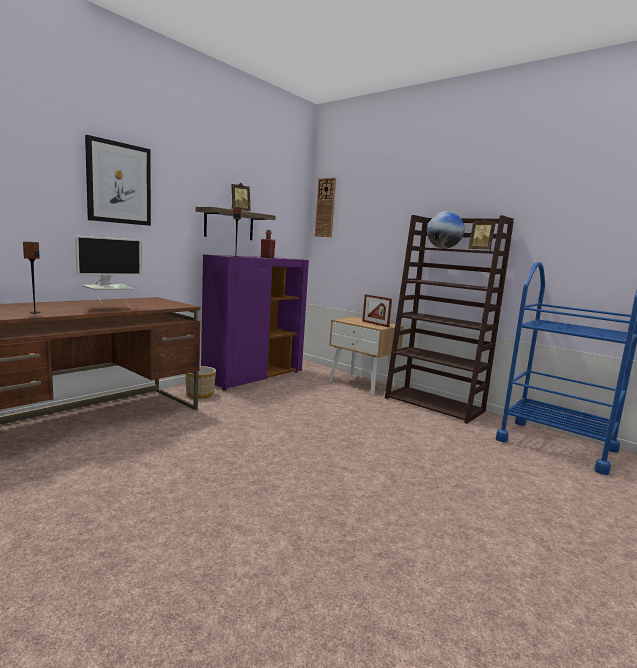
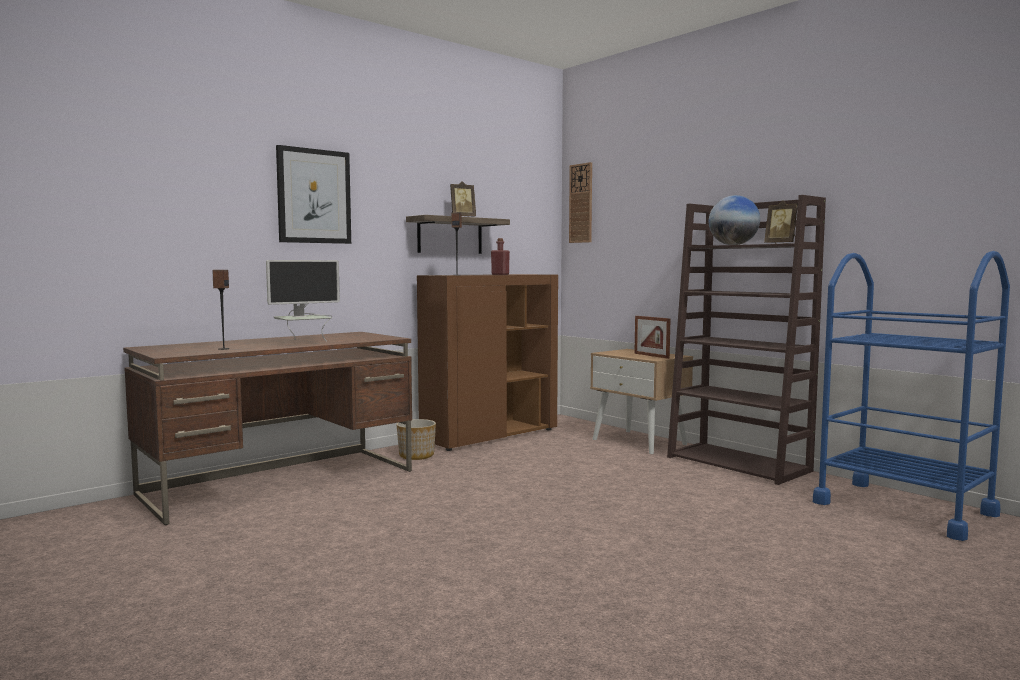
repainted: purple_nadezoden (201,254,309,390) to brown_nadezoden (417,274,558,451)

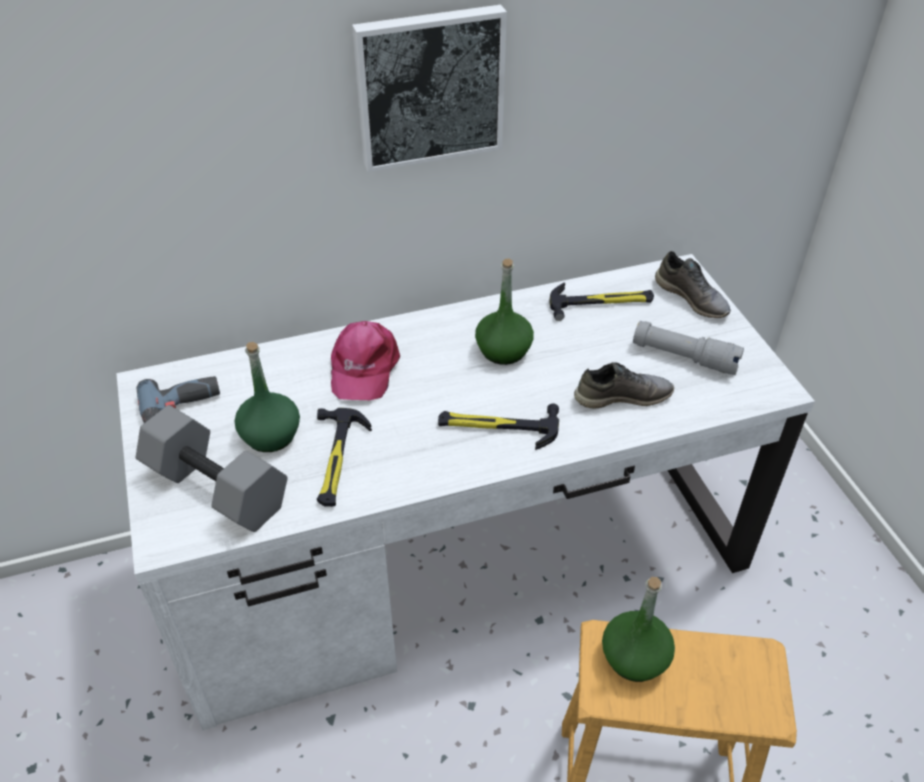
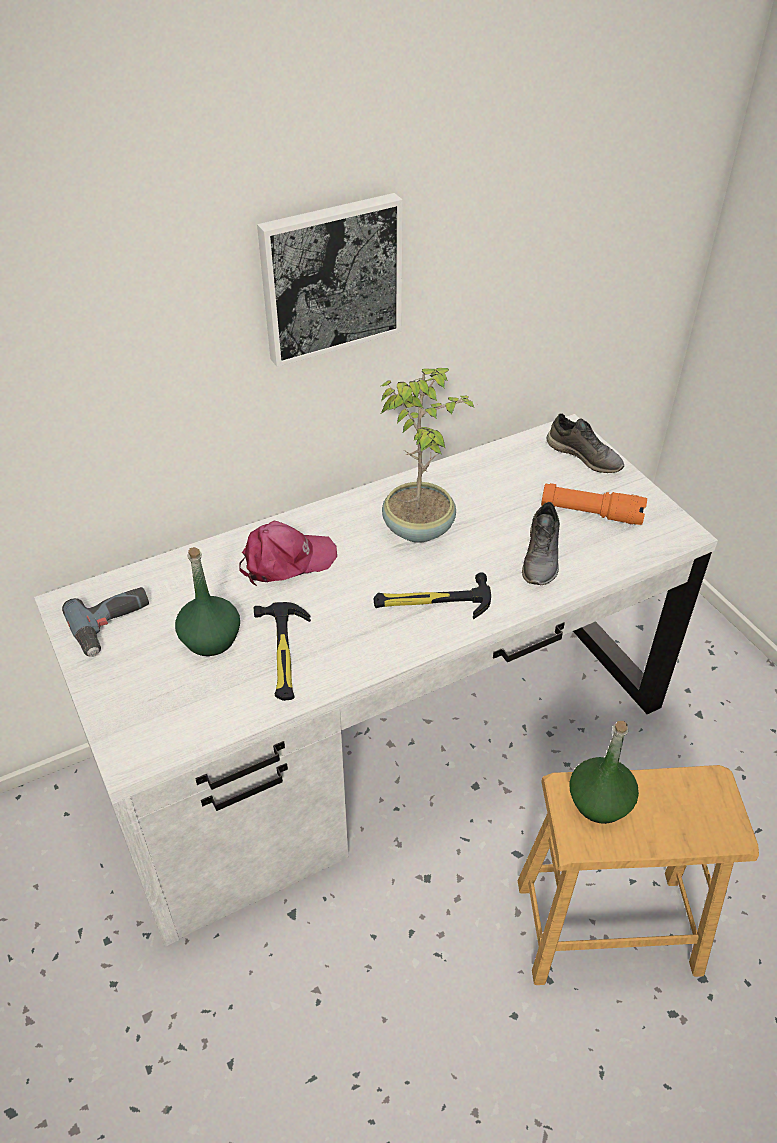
gone: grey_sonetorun (136,405,288,532); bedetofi (549,282,654,321)
swapped: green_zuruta (475,258,534,365) to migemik (380,368,474,543)
repainted: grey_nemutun (633,321,744,375) to orange_nemutun (541,483,647,525)
rotated: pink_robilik (331,321,400,400) = (239,521,337,586) 105 degrees counterclockwise; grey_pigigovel (574,362,674,408) = (522,502,560,585) 120 degrees clockwise

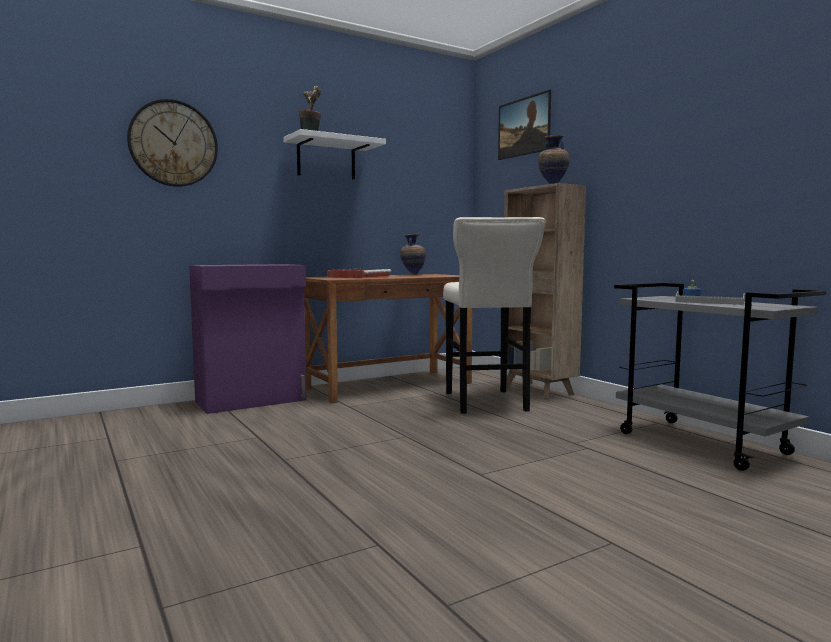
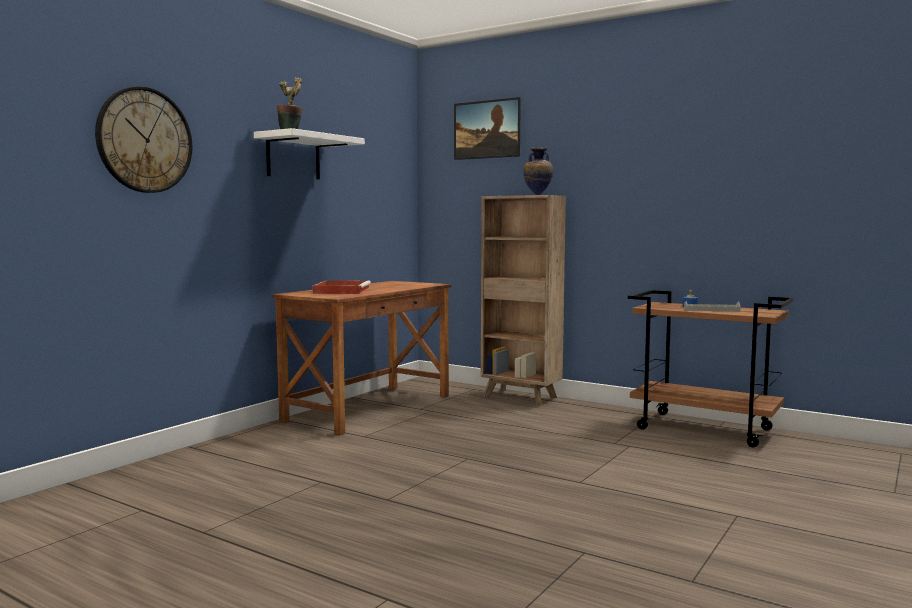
gone: purple_nadezoden (189,264,307,414); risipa (400,234,426,275); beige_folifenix (443,217,545,414)
repainted: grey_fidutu (614,283,827,471) to brown_fidutu (628,290,794,448)

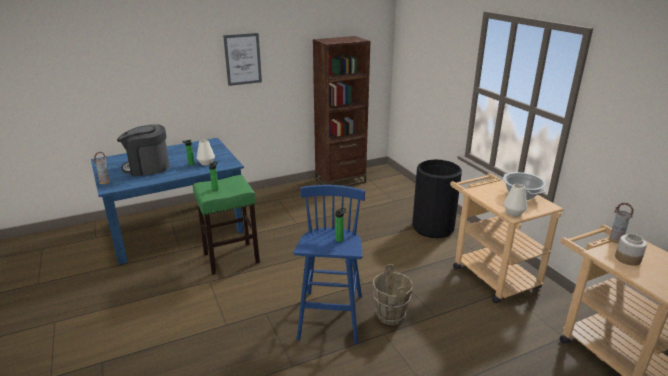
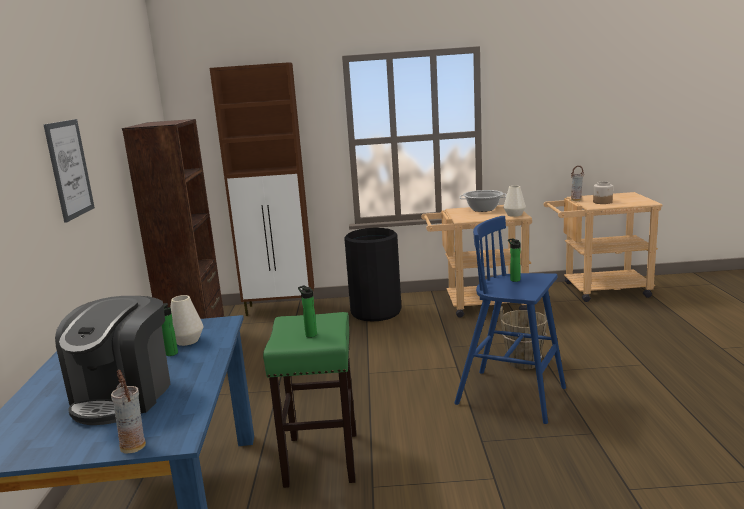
new: brown_nadezoden (210,62,314,316)

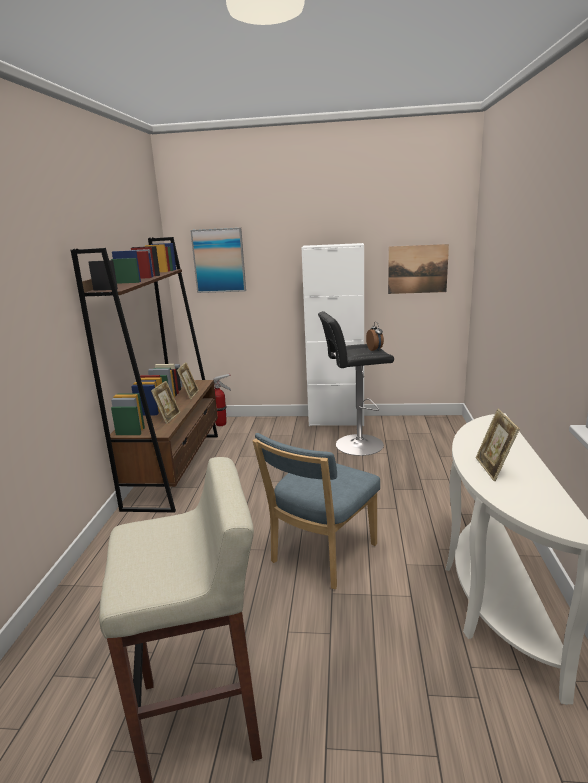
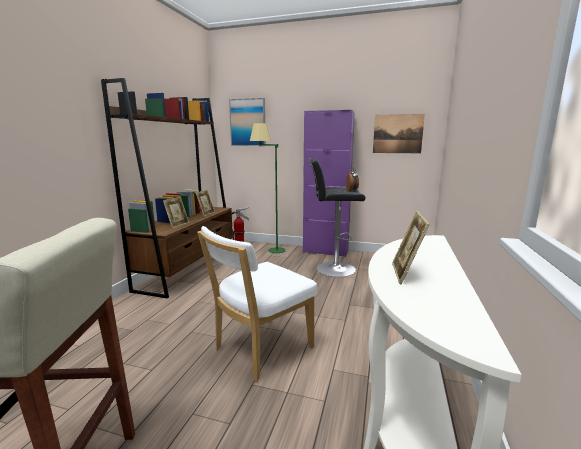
new: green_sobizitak (250,123,286,253)
repainted: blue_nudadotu (252,433,380,589) to white_nudadotu (197,226,317,381); white_nadezoden (302,243,364,426) to purple_nadezoden (303,110,355,257)

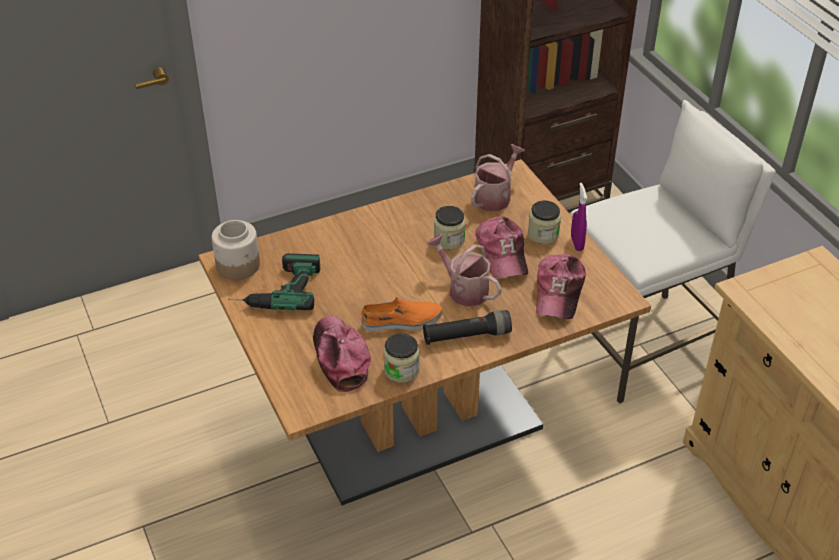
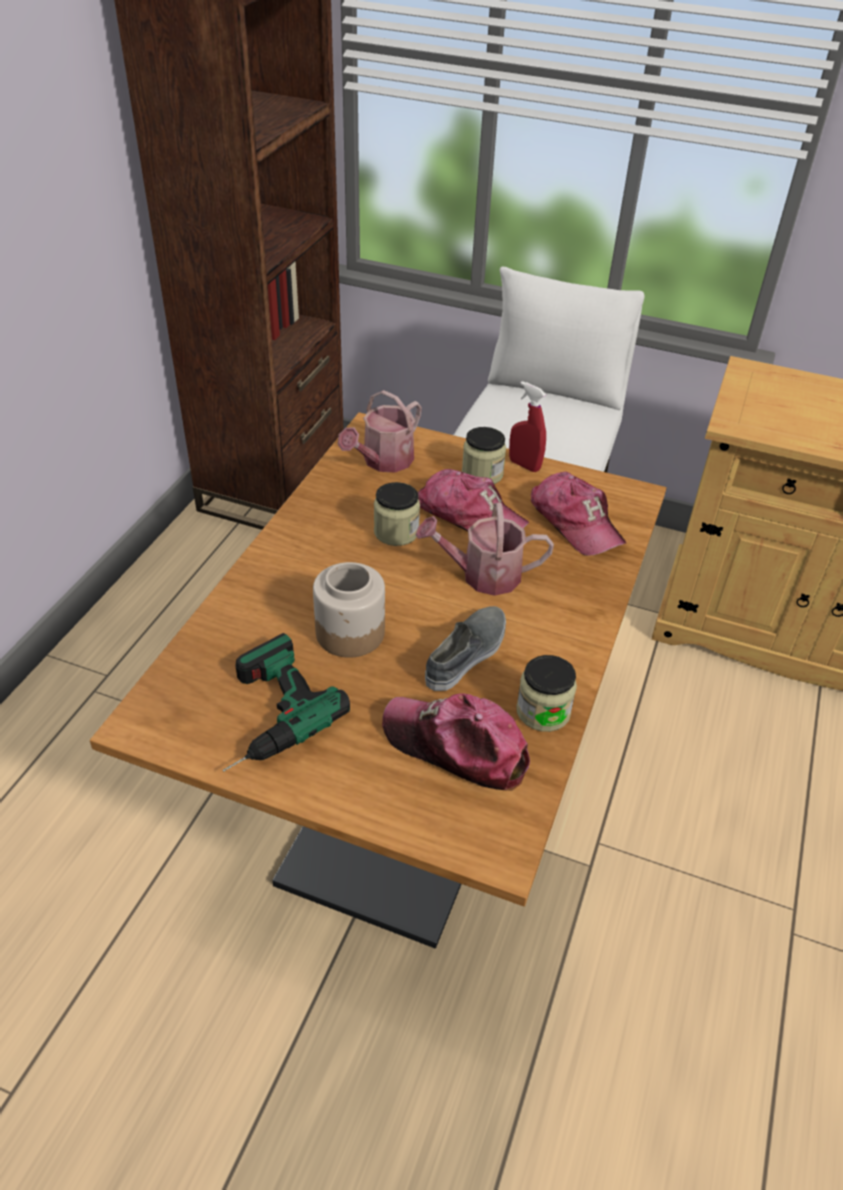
gone: black_nemutun (423,310,512,345)
shifted: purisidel (212,220,260,280) to (313,562,385,658)
repainted: orange_pigigovel (361,297,442,331) to grey_pigigovel (425,606,506,691); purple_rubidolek (571,183,587,251) to red_rubidolek (509,381,546,472)
rotated: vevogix (471,144,525,211) = (338,390,422,472) 135 degrees counterclockwise

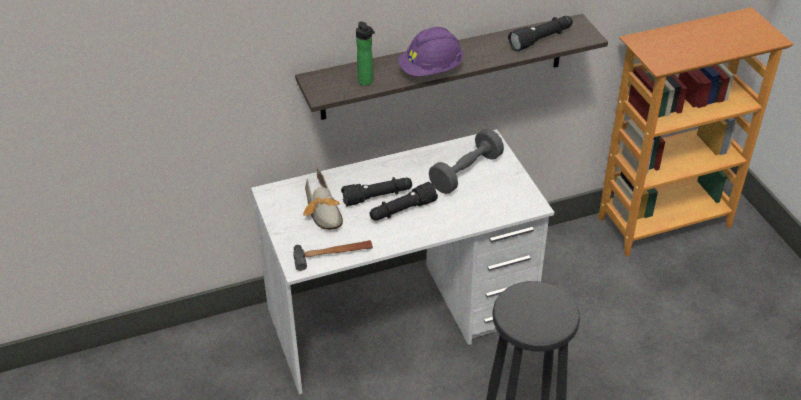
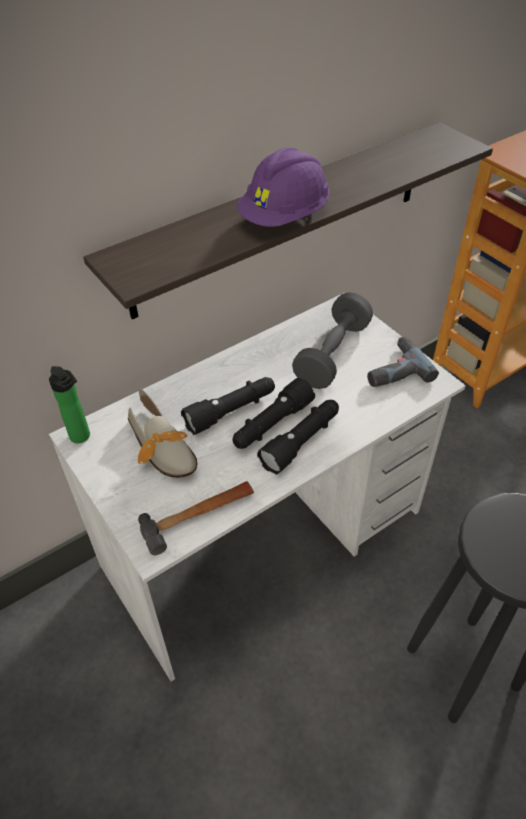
new: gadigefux (367,336,439,387)
shifted: zuruta (356,21,375,86) to (49,366,90,443); black_nemutun (508,16,573,51) to (257,400,339,475)

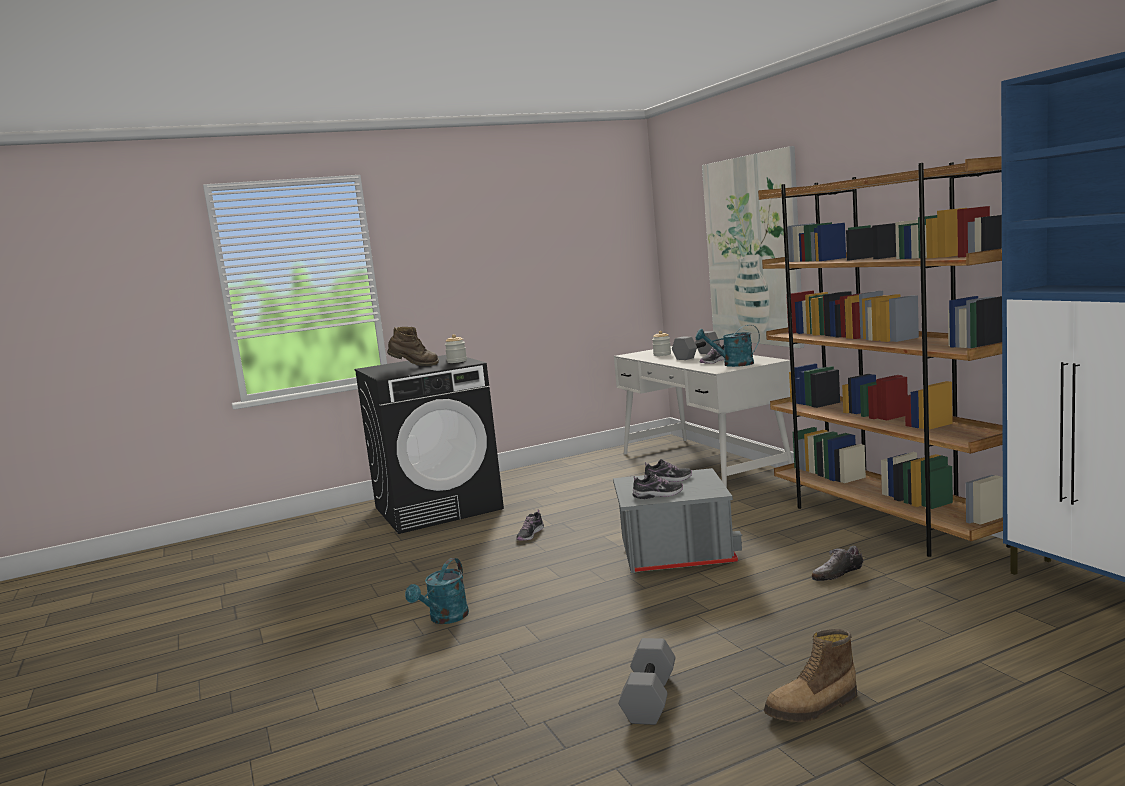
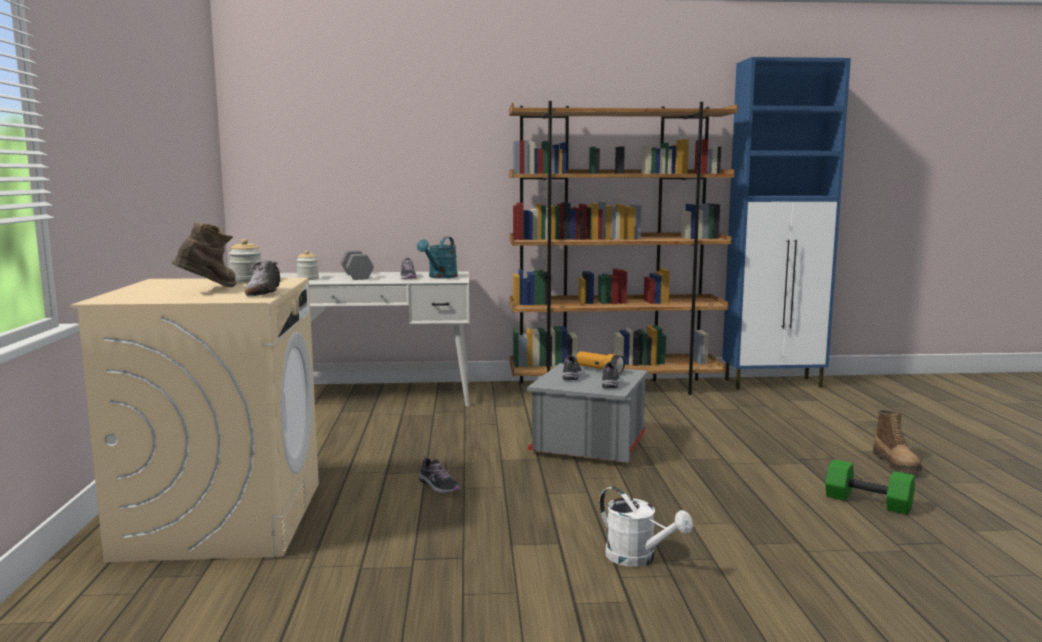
gone: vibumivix (702,146,804,348)
new: nemutun (576,351,625,374)
shifted: pigigovel (812,546,863,581) to (245,260,280,296)
repainted: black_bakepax (355,355,504,534) to beige_bakepax (70,278,319,562); turquoise_vevogix (405,558,469,624) to white_vevogix (599,486,693,567); grey_sonetorun (618,638,676,725) to green_sonetorun (825,459,915,515)

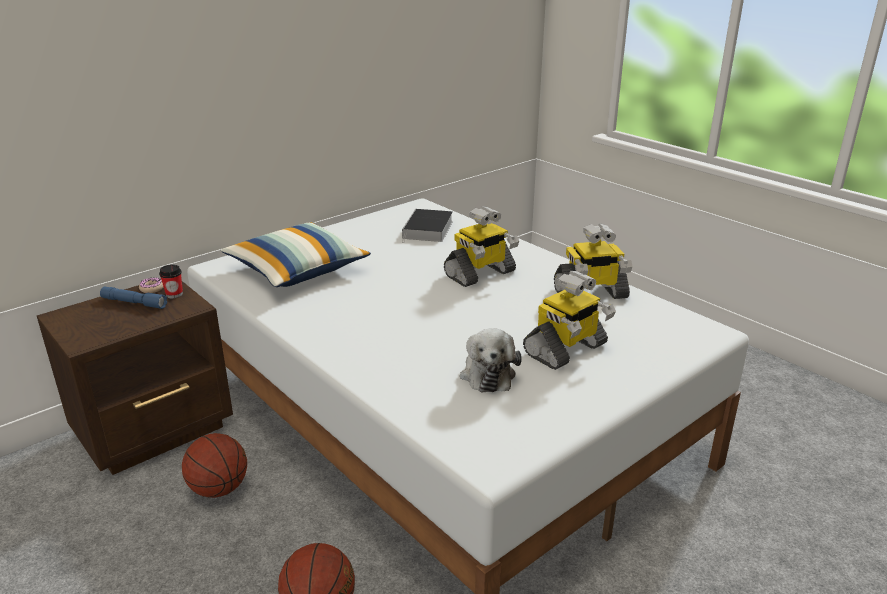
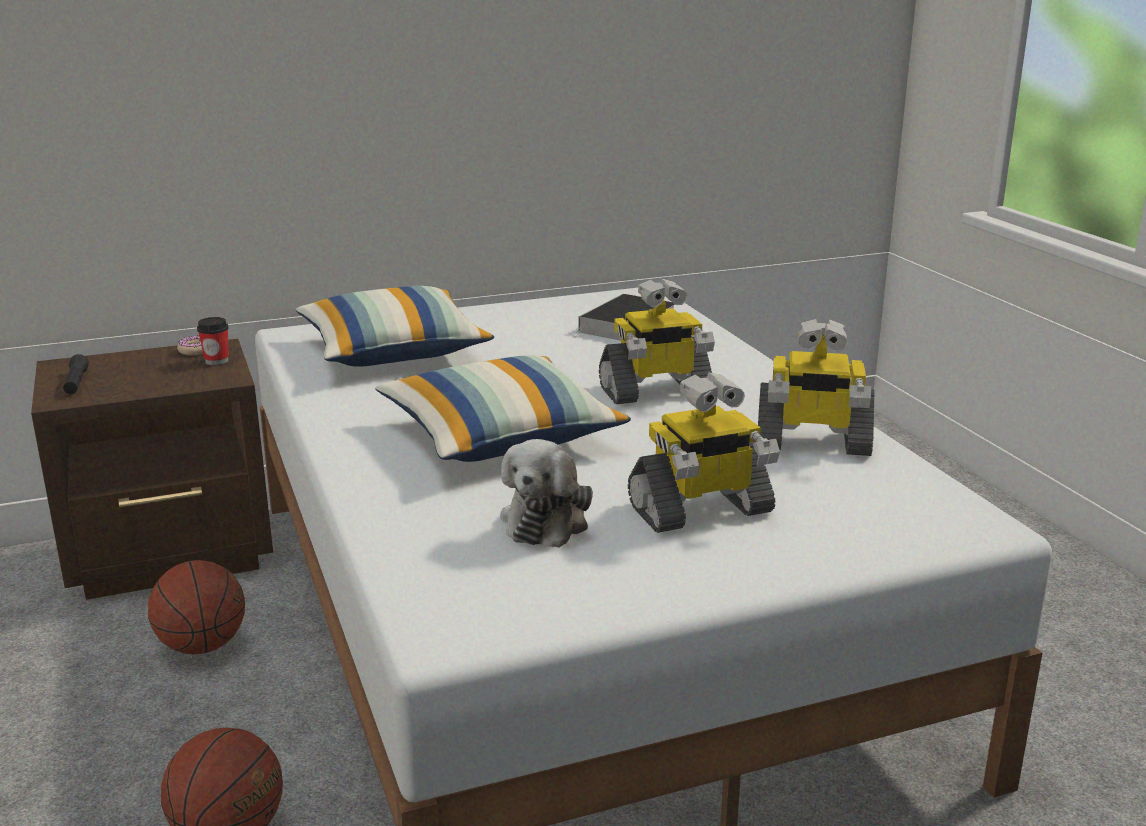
gone: blue_nemutun (100,287,167,309)
new: black_nemutun (63,354,89,394); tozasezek (375,355,631,462)

